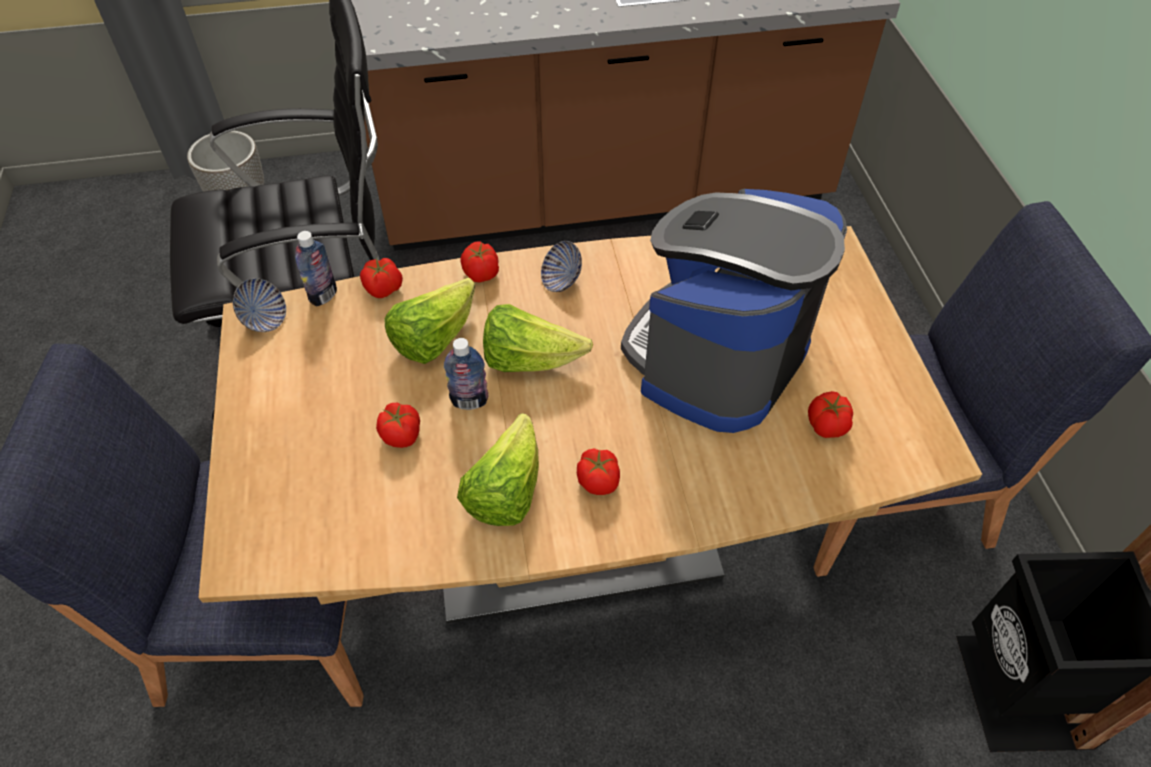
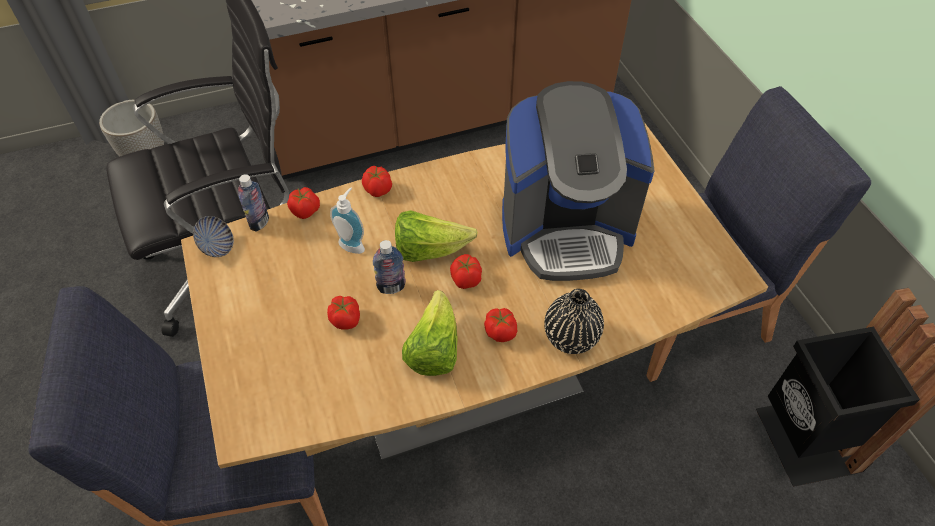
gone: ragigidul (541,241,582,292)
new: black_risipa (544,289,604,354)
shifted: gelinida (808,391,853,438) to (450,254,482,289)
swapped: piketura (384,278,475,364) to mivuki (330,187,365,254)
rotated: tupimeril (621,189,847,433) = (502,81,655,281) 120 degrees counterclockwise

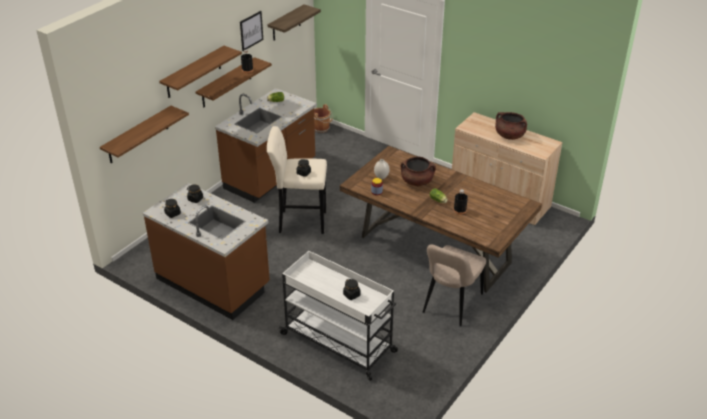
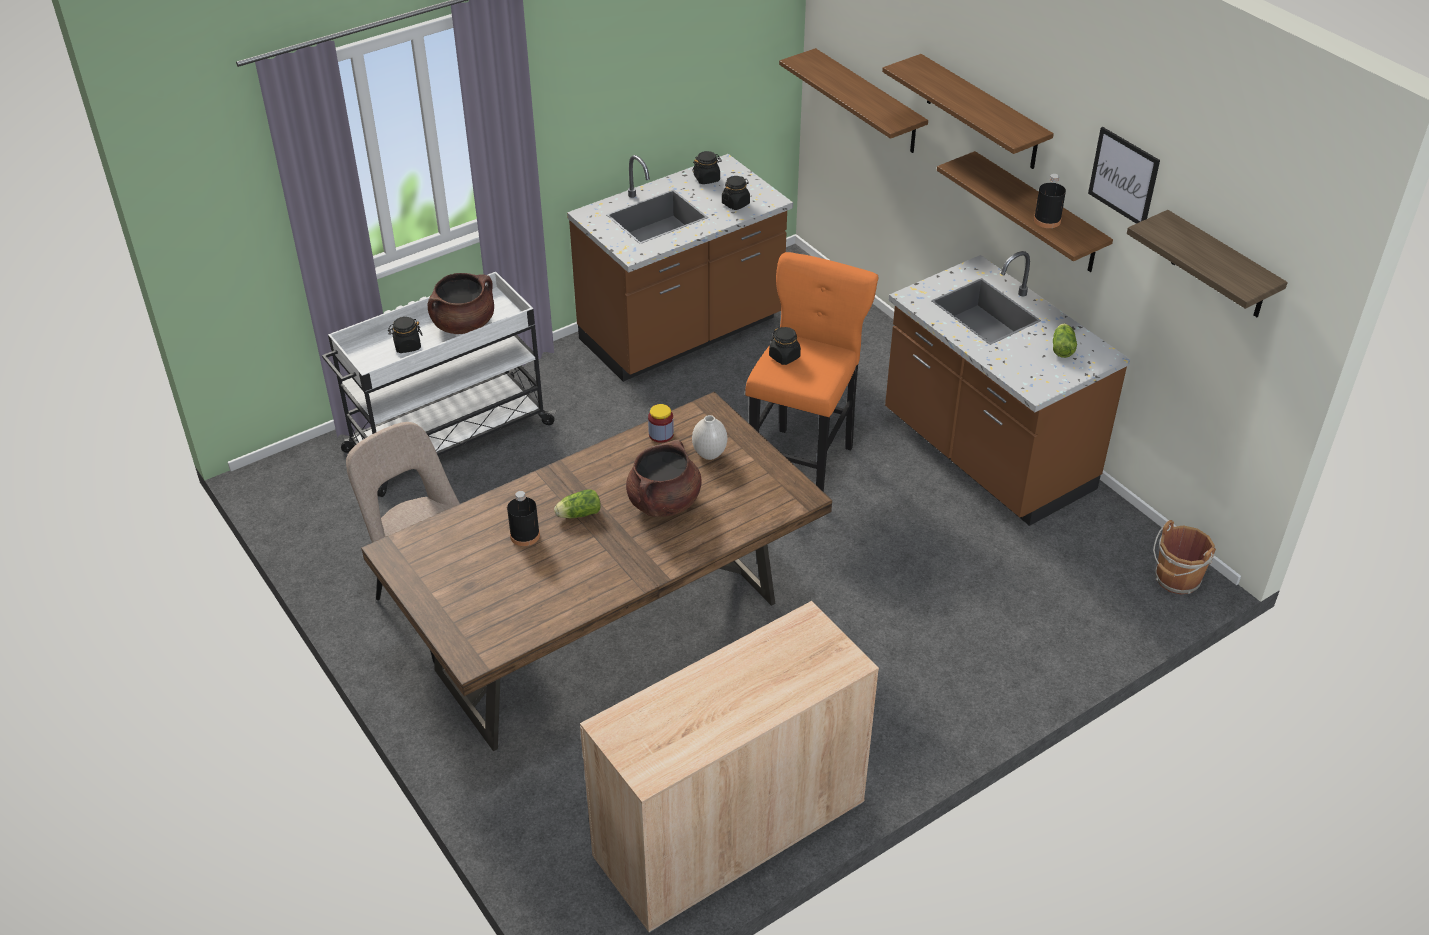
shifted: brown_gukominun (495,112,527,140) to (428,273,494,334)
repainted: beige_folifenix (267,126,327,234) to orange_folifenix (745,252,878,492)

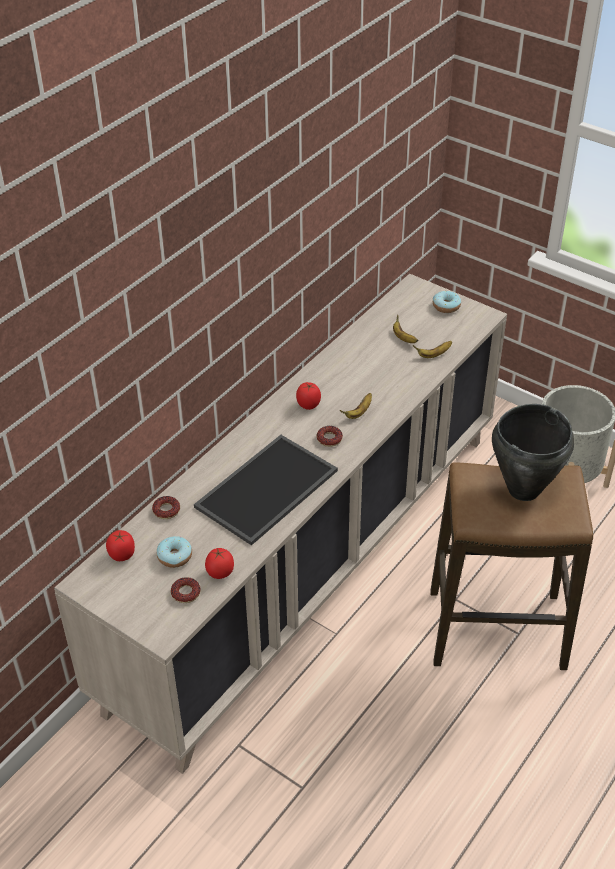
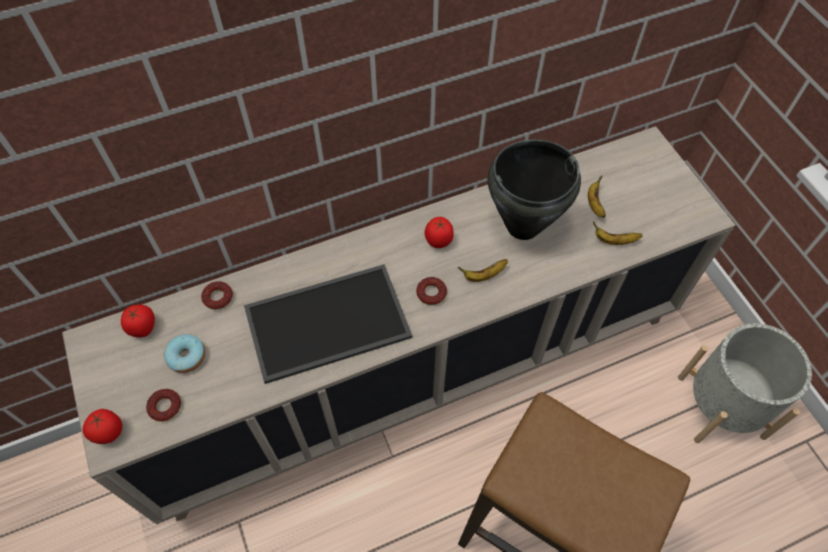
gone: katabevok (433,291,461,313)
shifted: gelinida (205,548,234,579) to (83,409,122,444); black_gukominun (492,404,574,501) to (488,140,581,240)

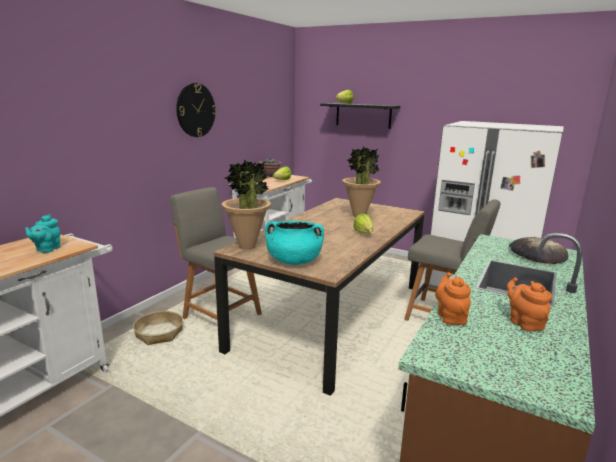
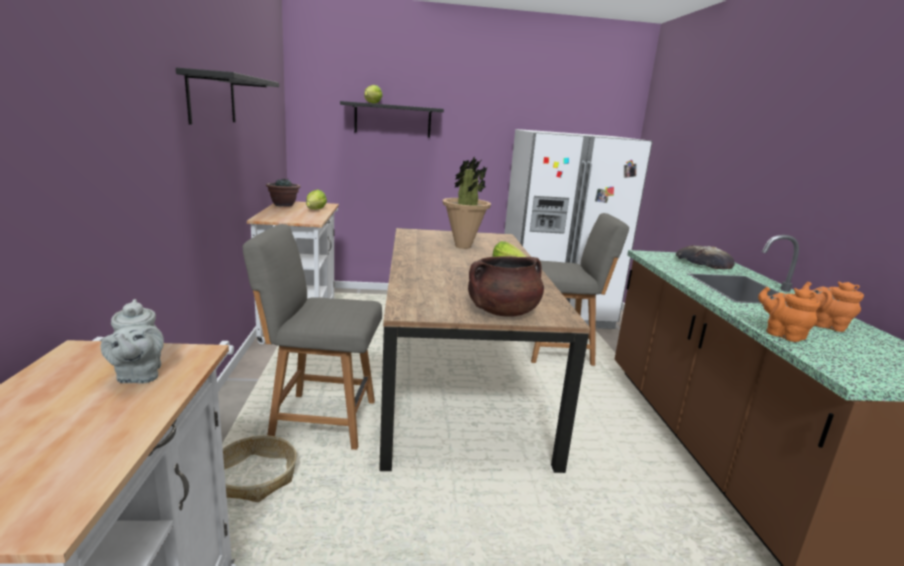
gone: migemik (222,160,271,250)
swapped: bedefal (176,83,216,137) to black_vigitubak (176,68,279,125)
repainted: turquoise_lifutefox (25,214,61,253) to grey_lifutefox (101,299,164,384); turquoise_gukominun (265,221,324,265) to brown_gukominun (468,256,544,317)

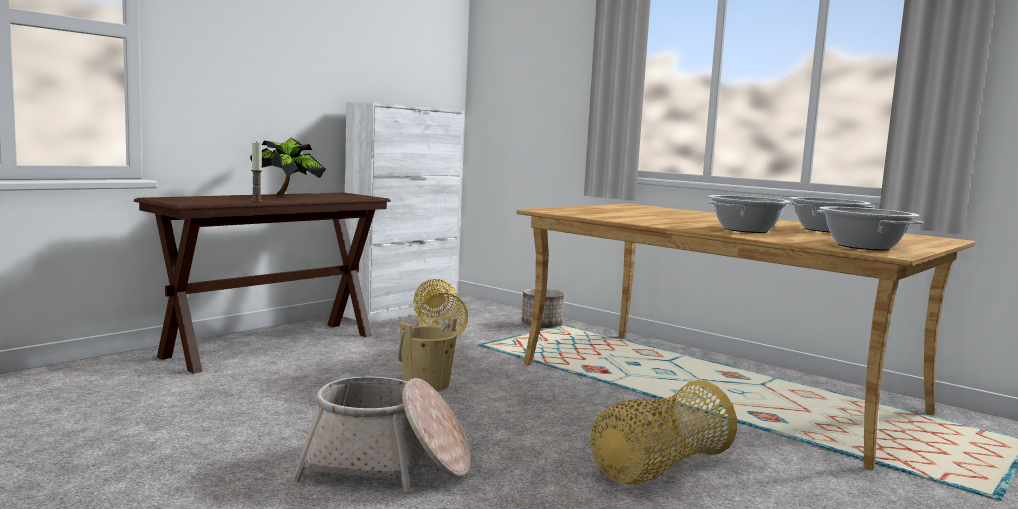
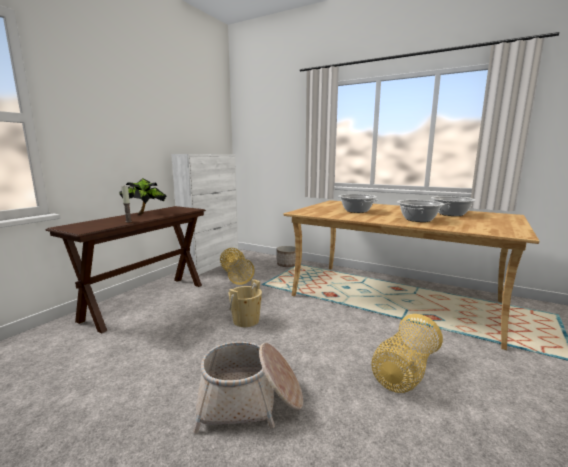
shifted: gukominun (817,206,924,250) to (338,194,379,213)

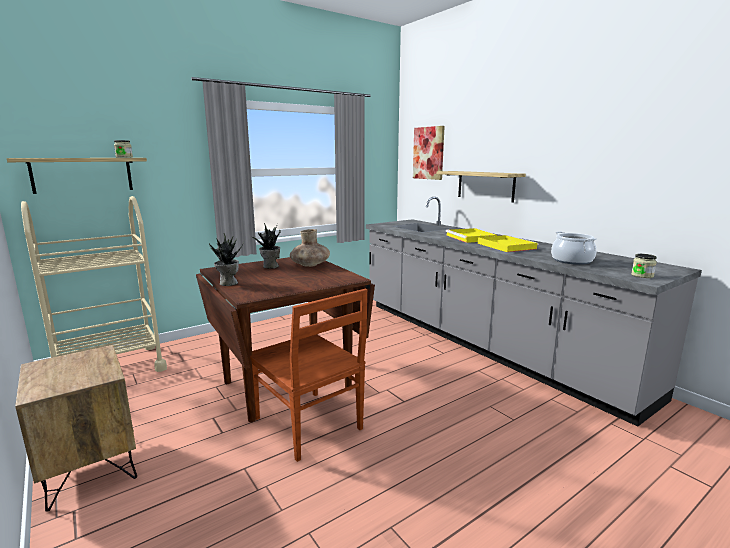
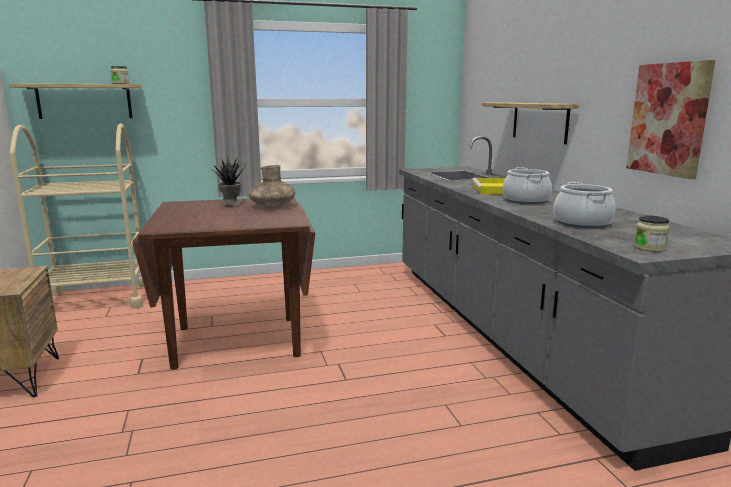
gone: migemik (209,233,244,286); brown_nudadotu (250,289,367,462)
shifted: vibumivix (413,126,445,180) to (626,60,715,179)
swapped: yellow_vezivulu (478,235,539,252) to gukominun (503,167,552,204)

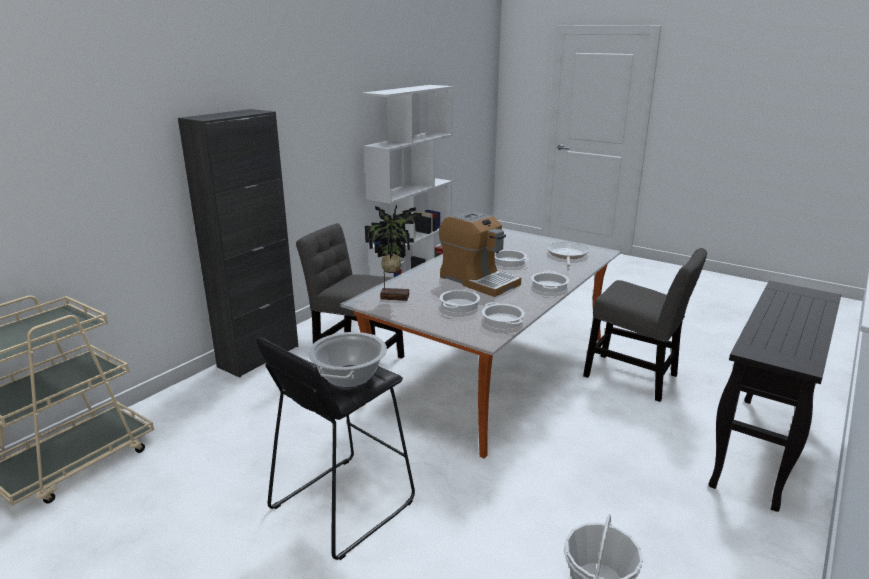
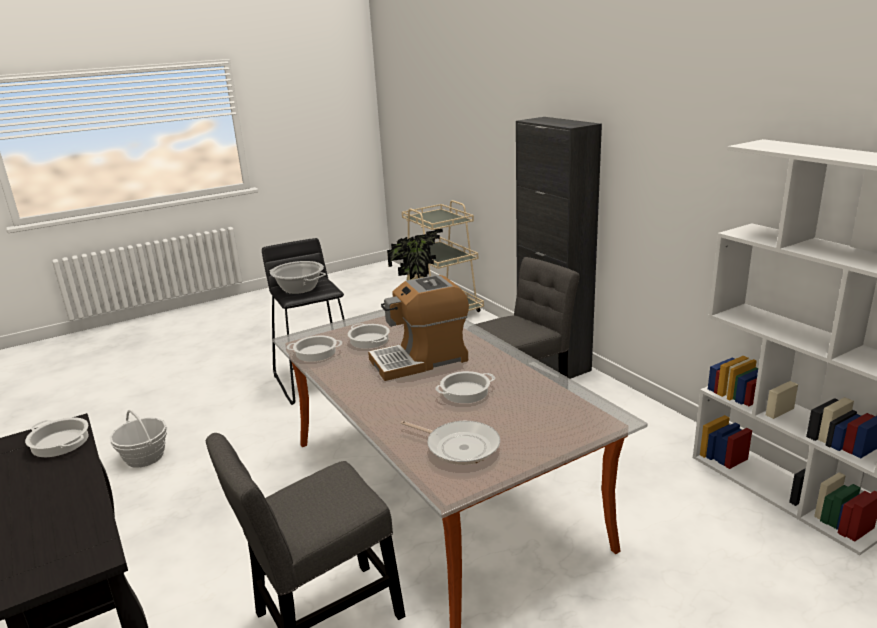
shifted: gukominun (531,271,569,293) to (25,417,89,457)

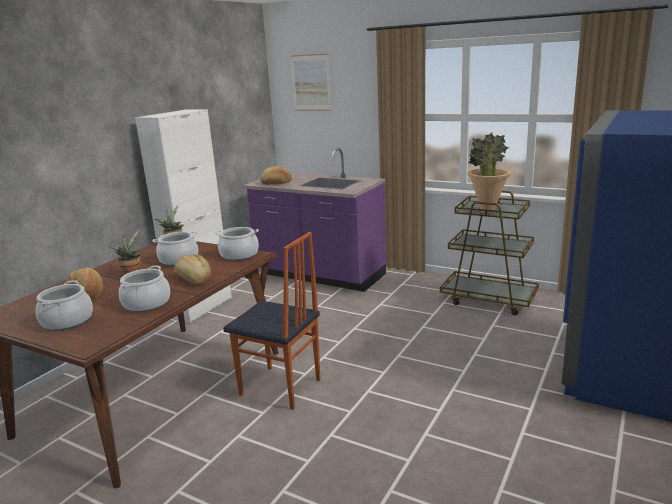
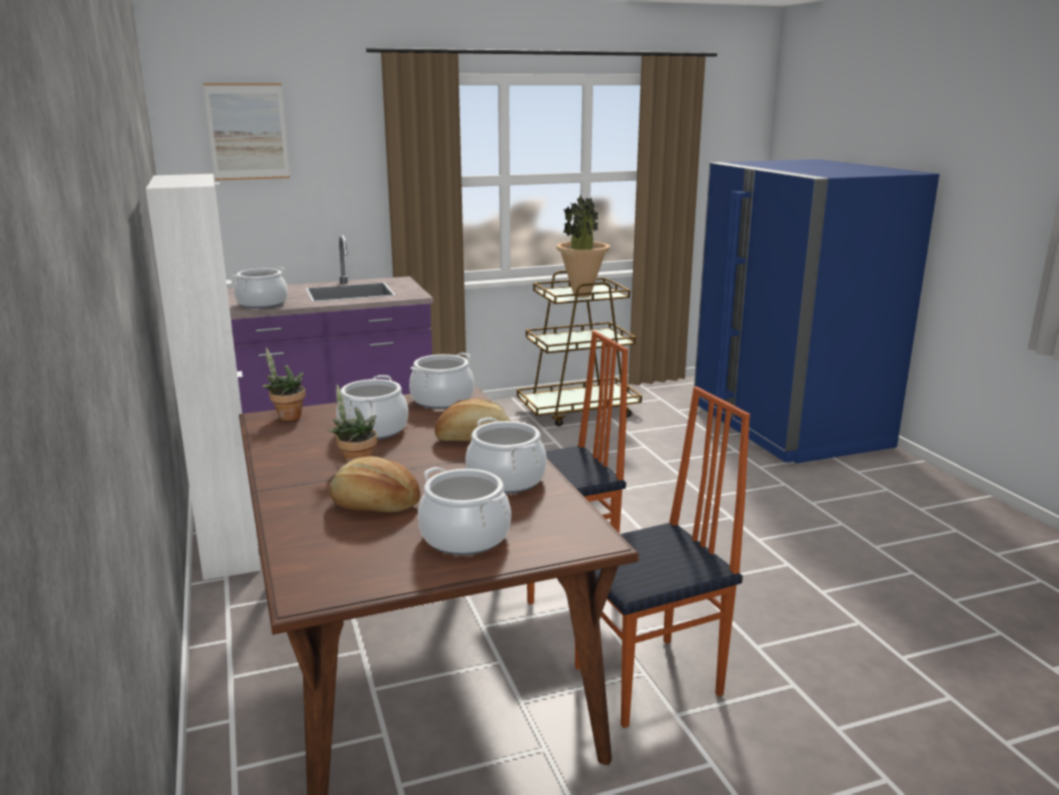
new: nudadotu (575,386,750,728)
swapped: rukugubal (260,166,292,185) to gukominun (233,267,288,309)

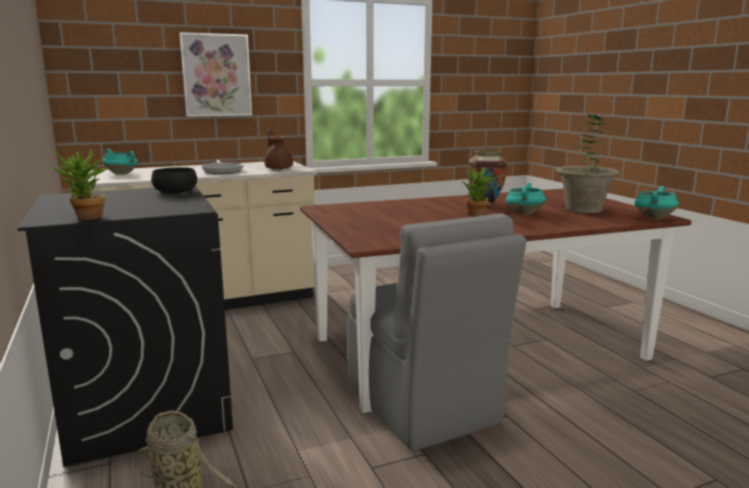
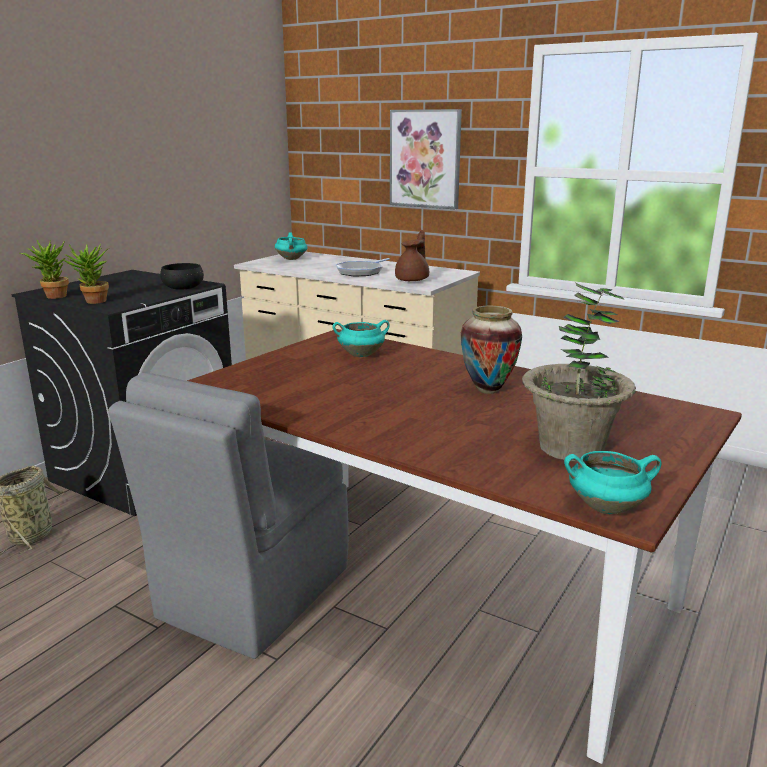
shifted: migemik (461,166,501,216) to (62,244,110,304); turquoise_gukominun (506,183,546,214) to (332,320,390,357)

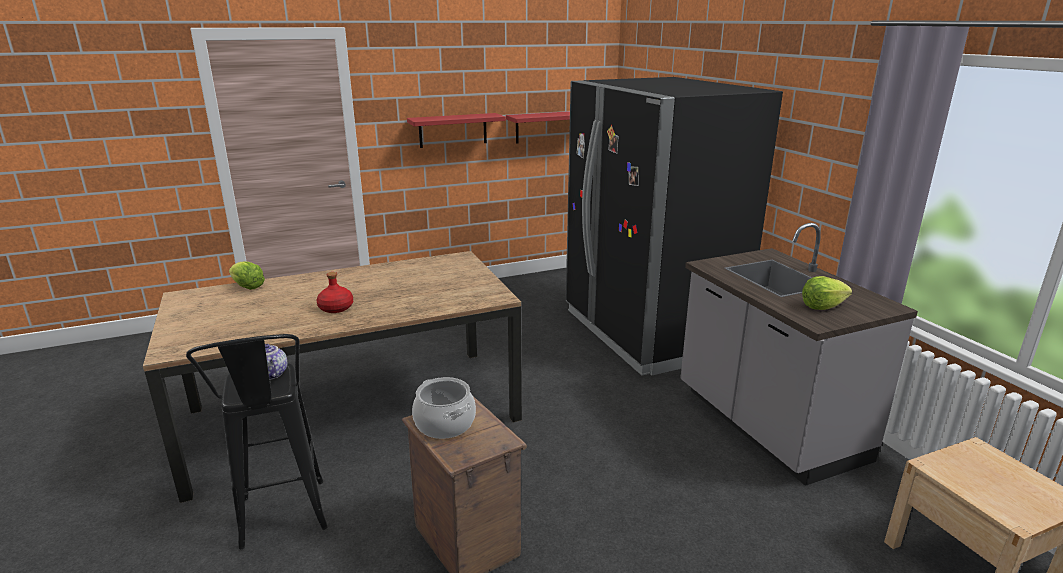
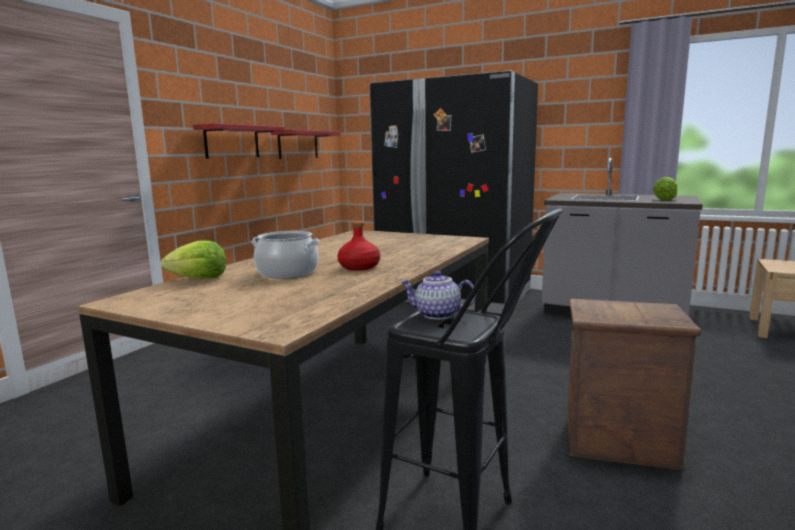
shifted: gukominun (412,377,476,439) to (252,231,320,279)

